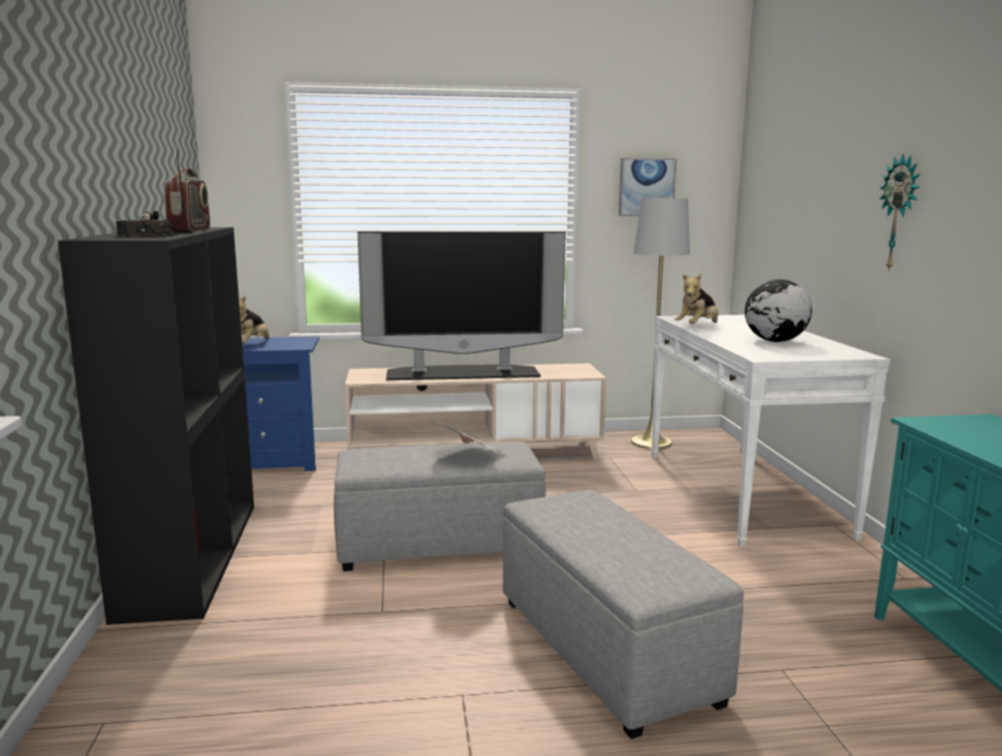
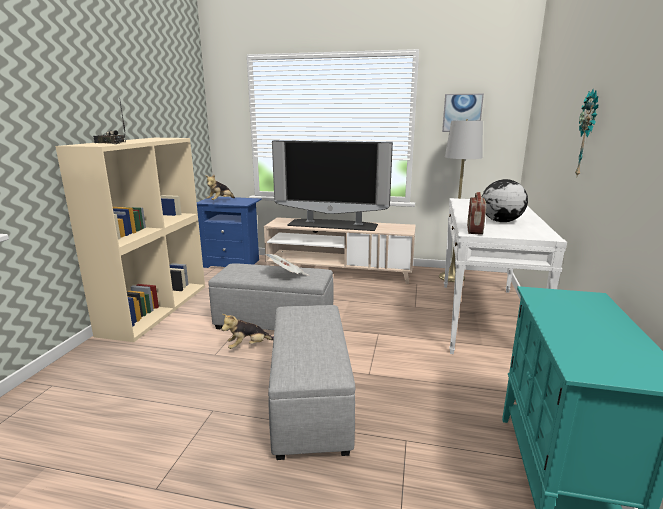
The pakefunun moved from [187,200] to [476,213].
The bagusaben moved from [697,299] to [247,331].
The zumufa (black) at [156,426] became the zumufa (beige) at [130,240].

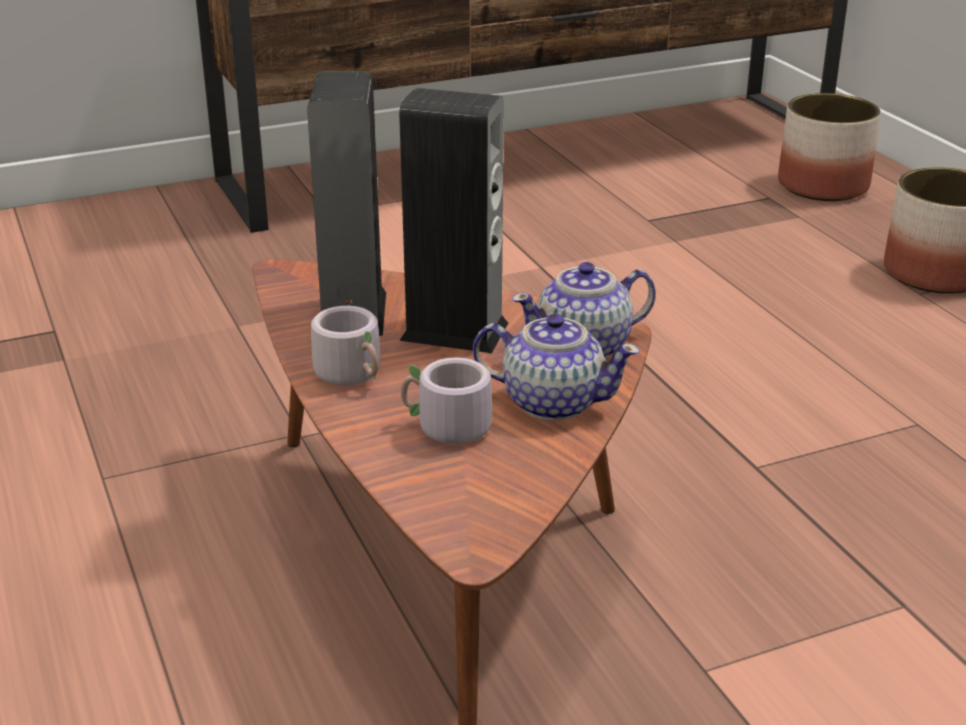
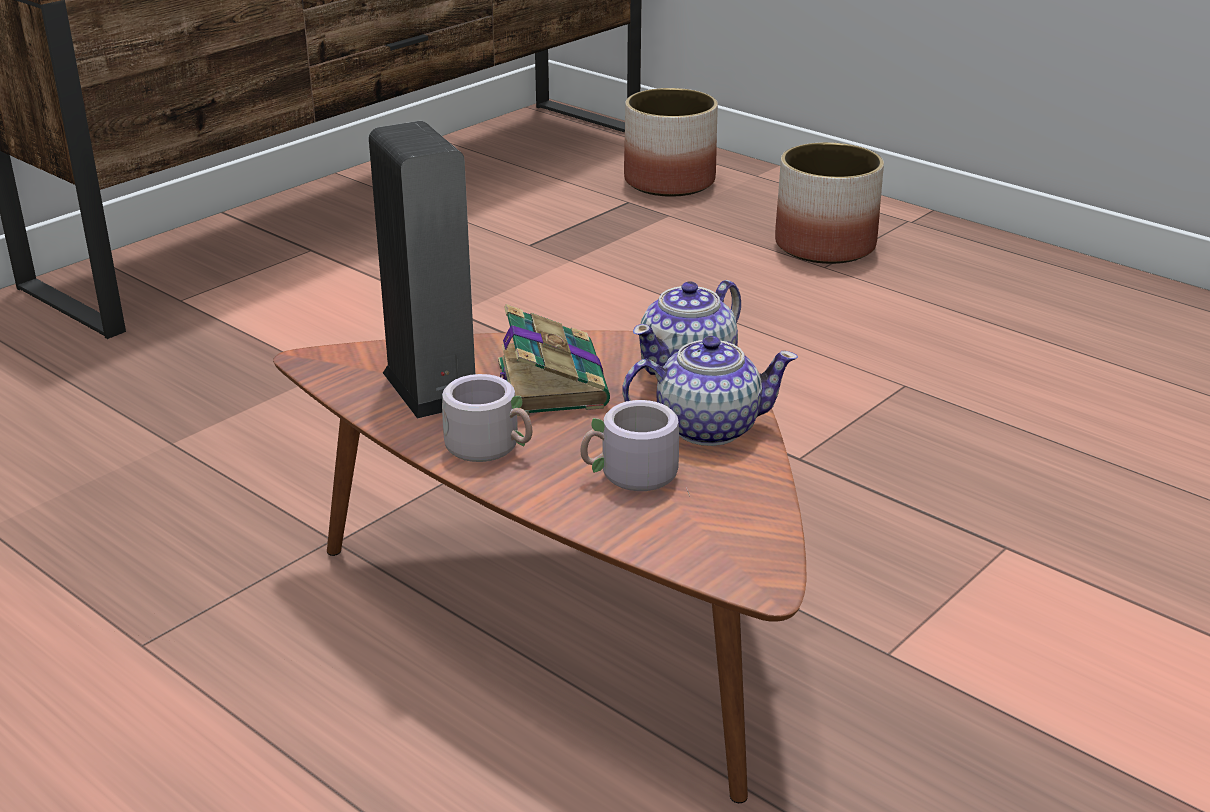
The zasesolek at [453,220] was replaced by the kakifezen at [554,360].

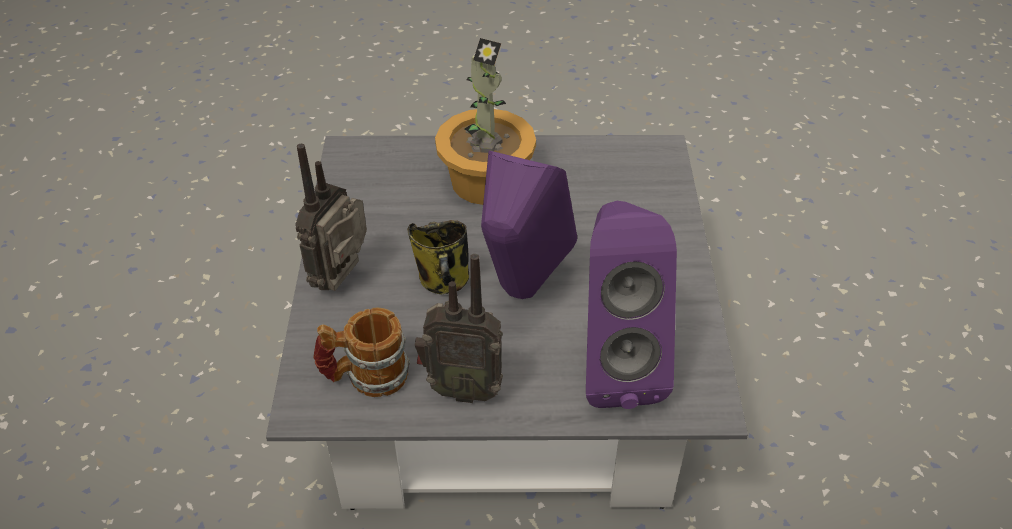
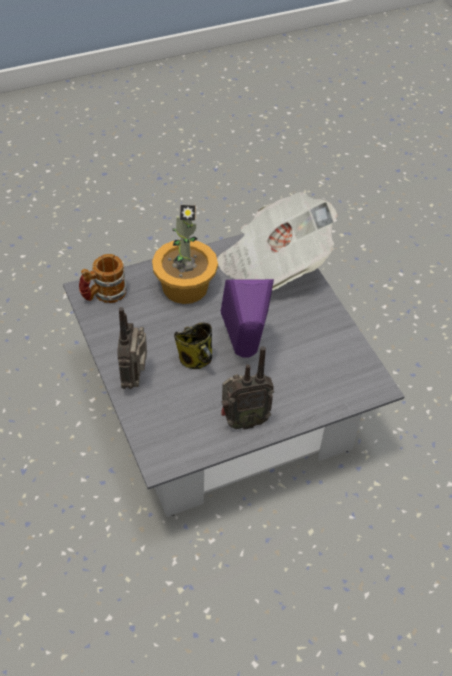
The zasesolek (purple) at [631,305] disappeared.
The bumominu at [277,241] appeared.
The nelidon moved from [362,352] to [103,278].

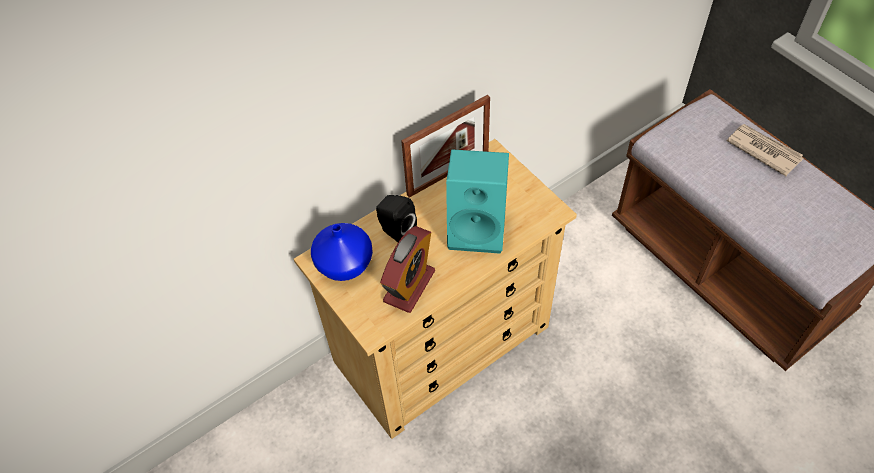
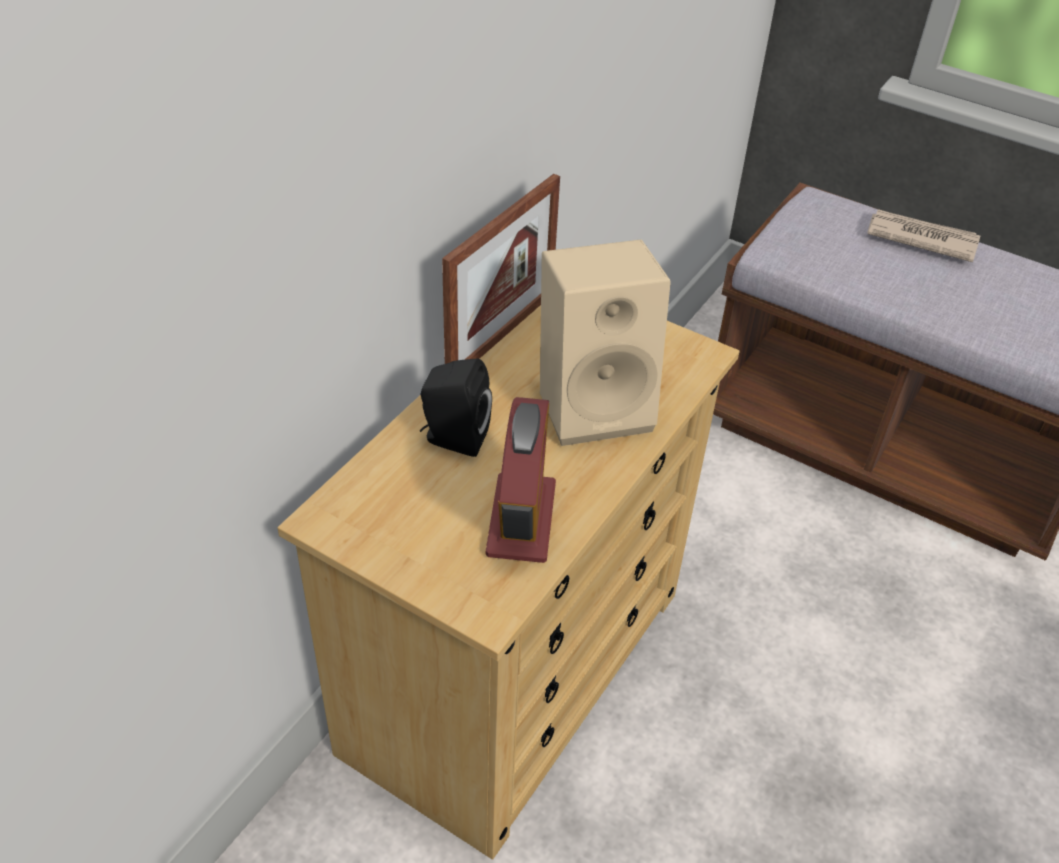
The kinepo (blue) at [342,252] disappeared.
The zasesolek (turquoise) at [477,201] became the zasesolek (beige) at [605,342].

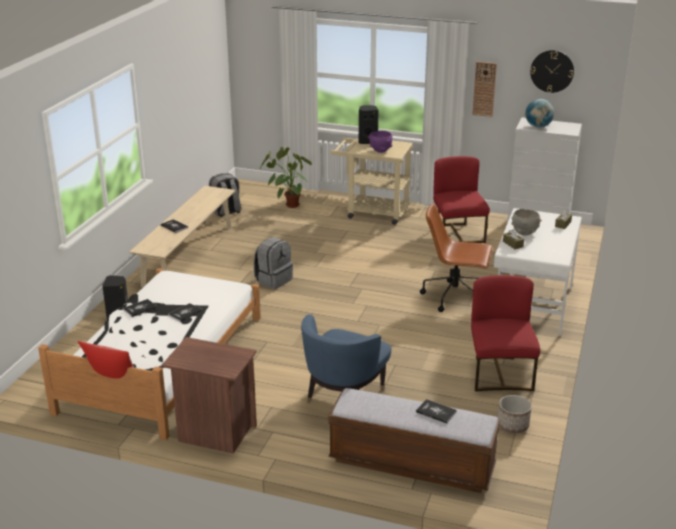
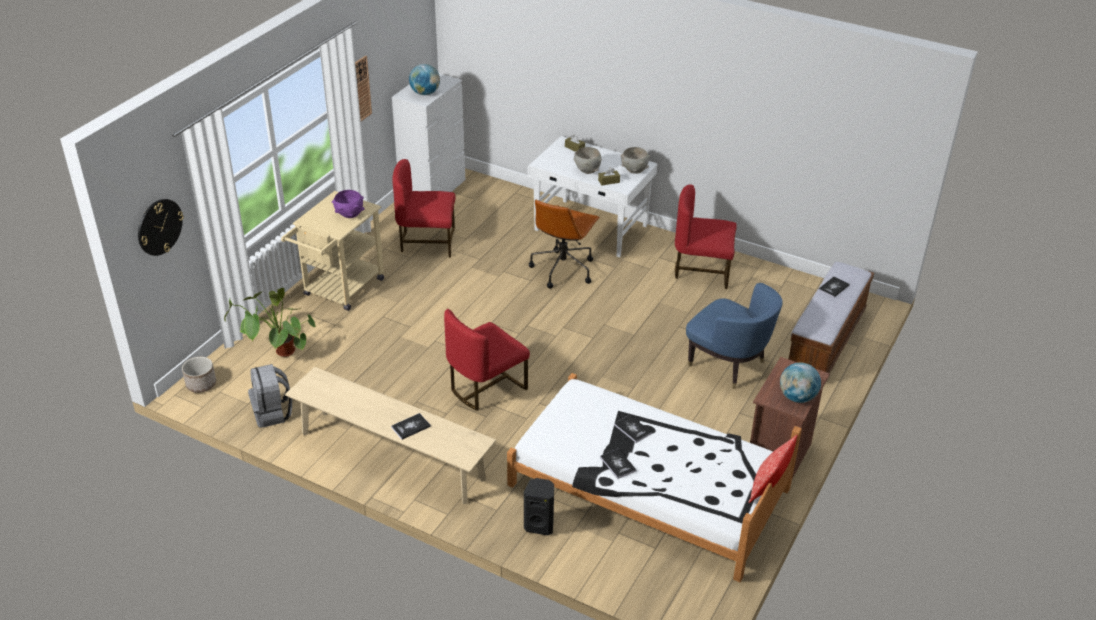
The zasesolek (black) at [369,124] disappeared.
The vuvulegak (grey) at [635,160] appeared.
The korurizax at [800,382] appeared.
The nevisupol moved from [515,414] to [199,375].
The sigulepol moved from [552,71] to [161,227].
The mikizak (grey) at [273,263] was replaced by the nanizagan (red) at [487,360].

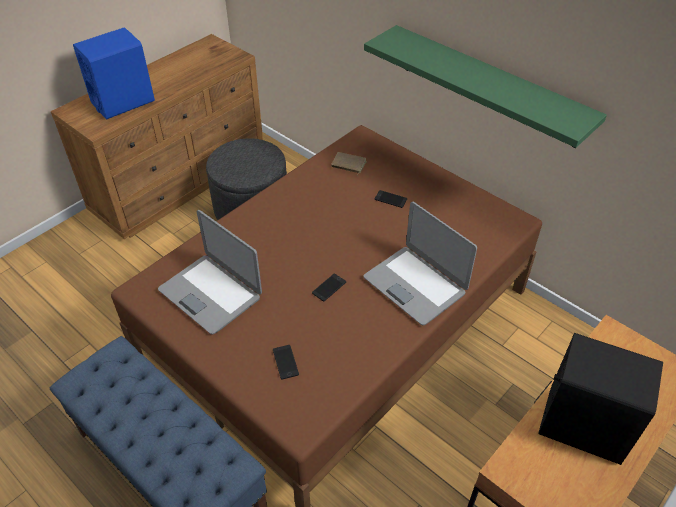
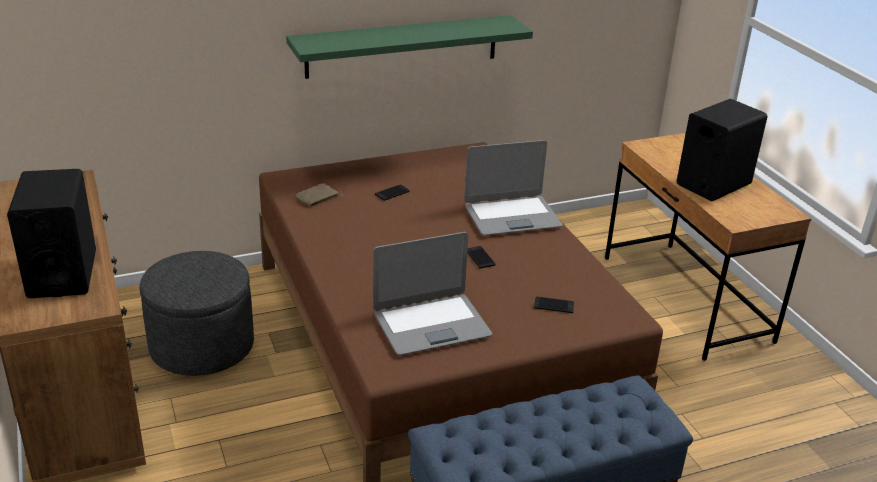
The zasesolek (blue) at [114,73] became the zasesolek (black) at [51,233].

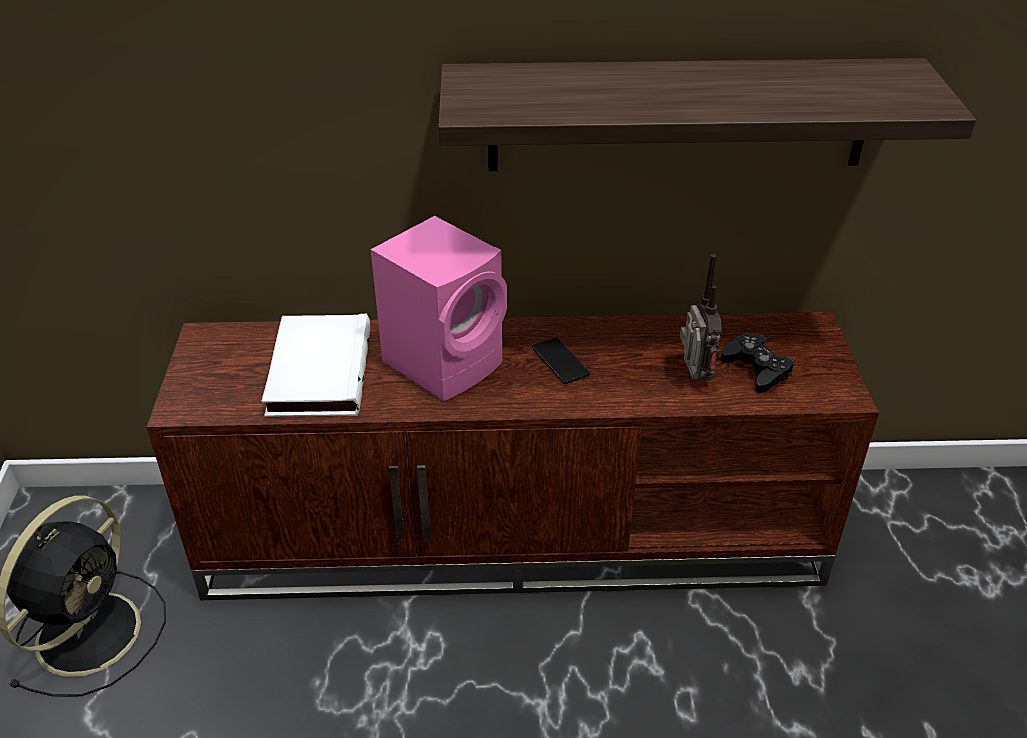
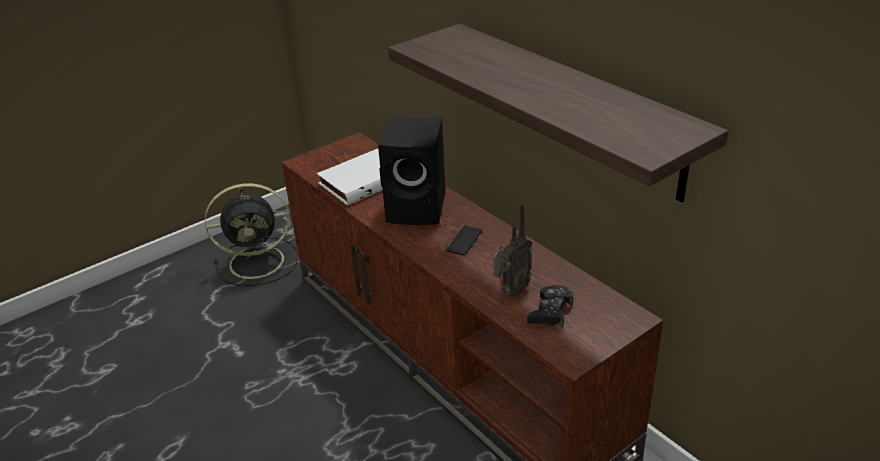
The zasesolek (pink) at [439,308] became the zasesolek (black) at [412,170].

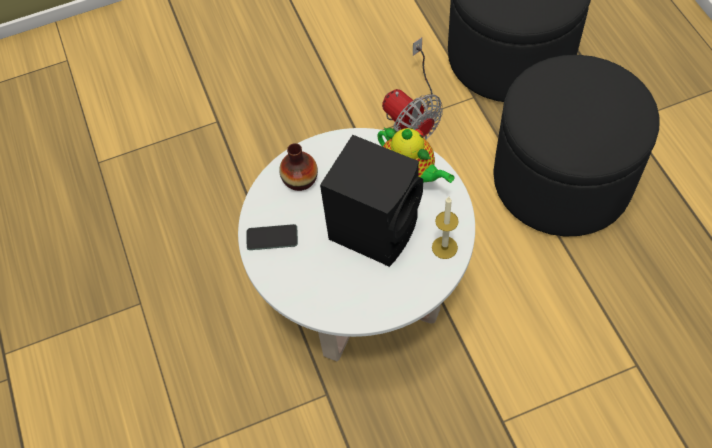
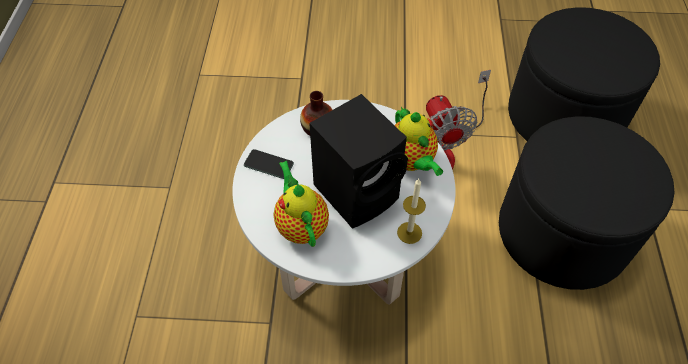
The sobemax at [301,204] appeared.

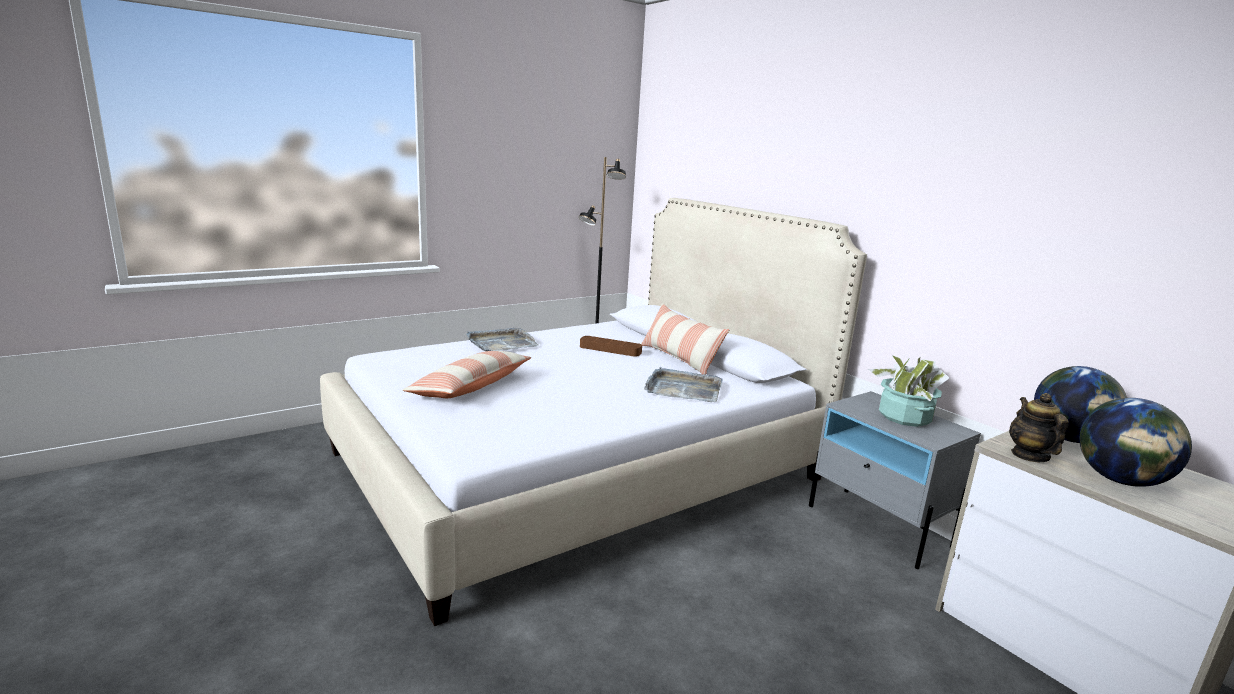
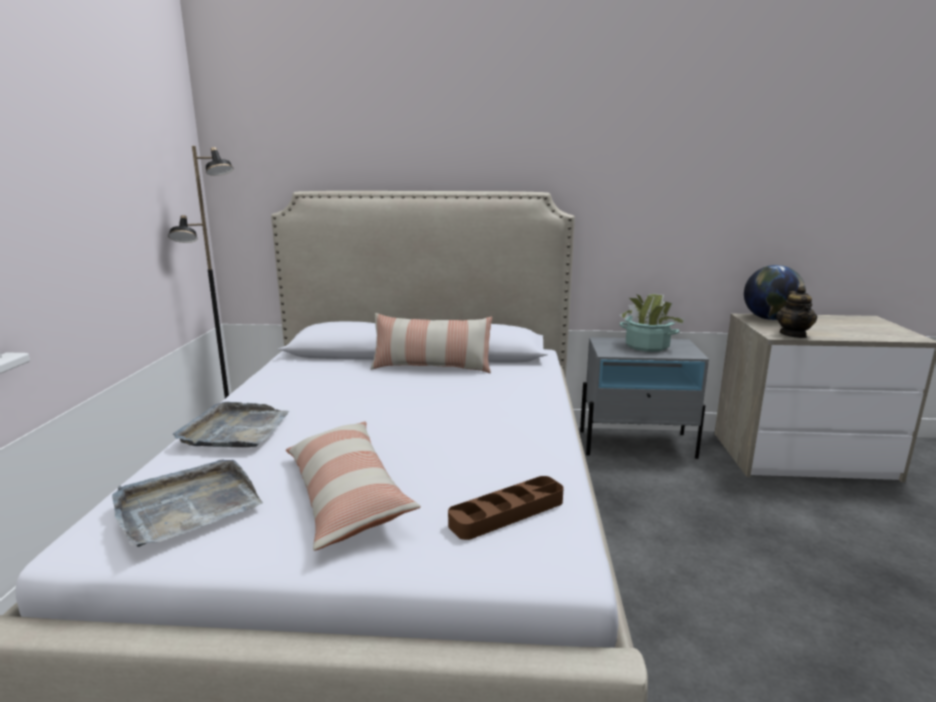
The korurizax at [1135,442] disappeared.
The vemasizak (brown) moved from [611,346] to [506,508].
The vemasizak (grey) moved from [683,384] to [187,503].
The sobemax at [1039,427] turned 120 degrees counterclockwise.

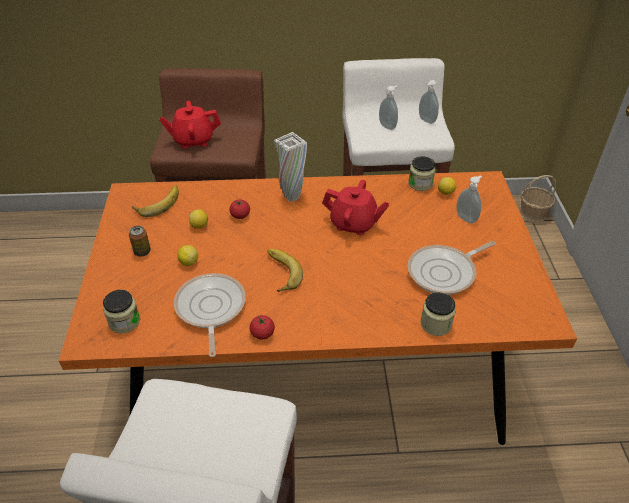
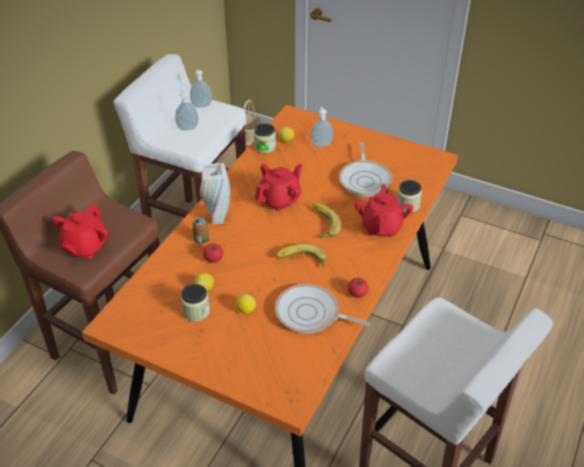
The sobemax (red) at [384,210] appeared.
The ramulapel moved from [121,311] to [195,303].
The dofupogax moved from [140,241] to [200,230].
The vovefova moved from [155,201] to [327,220].

